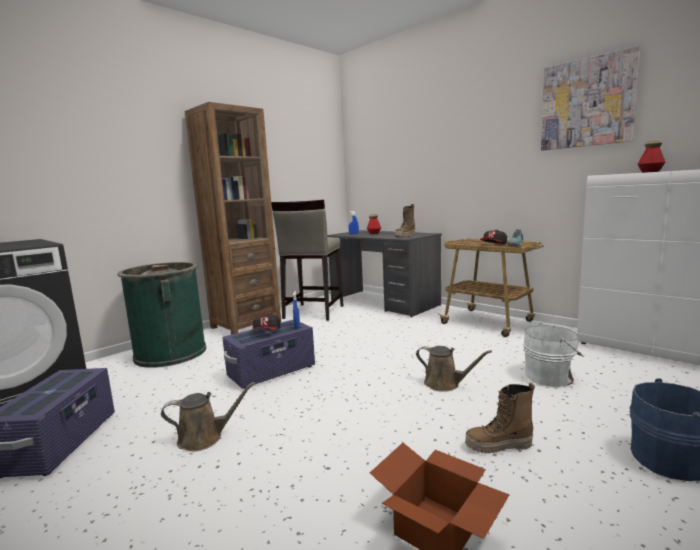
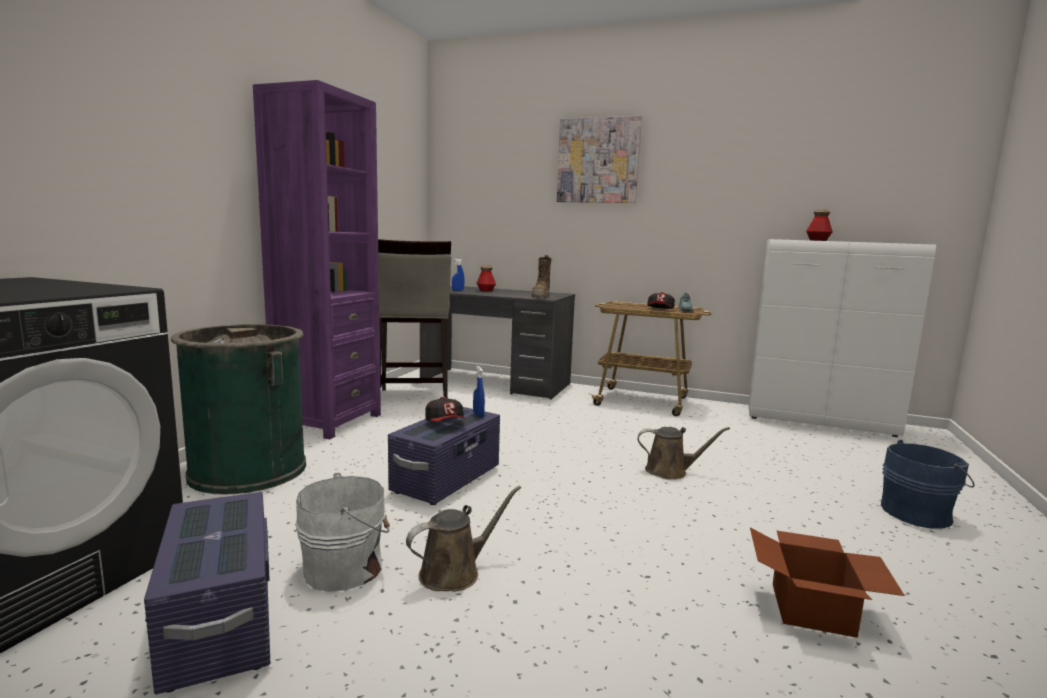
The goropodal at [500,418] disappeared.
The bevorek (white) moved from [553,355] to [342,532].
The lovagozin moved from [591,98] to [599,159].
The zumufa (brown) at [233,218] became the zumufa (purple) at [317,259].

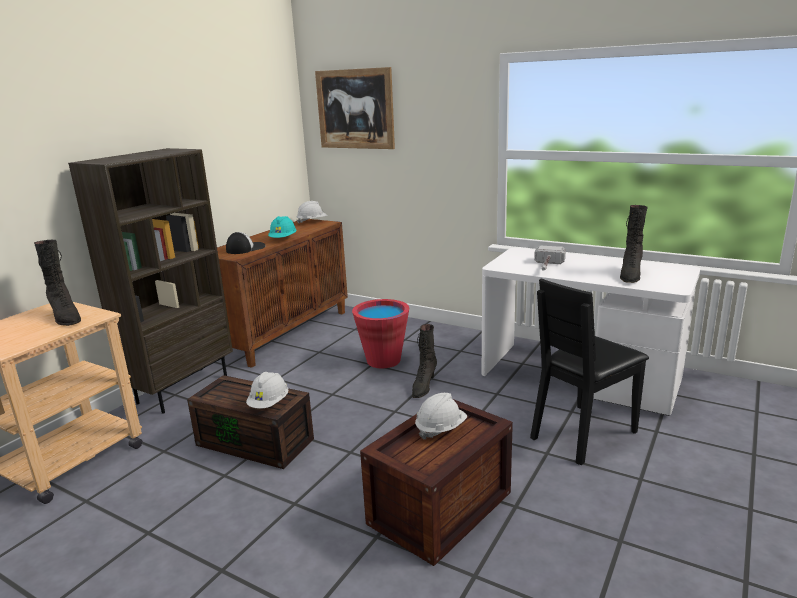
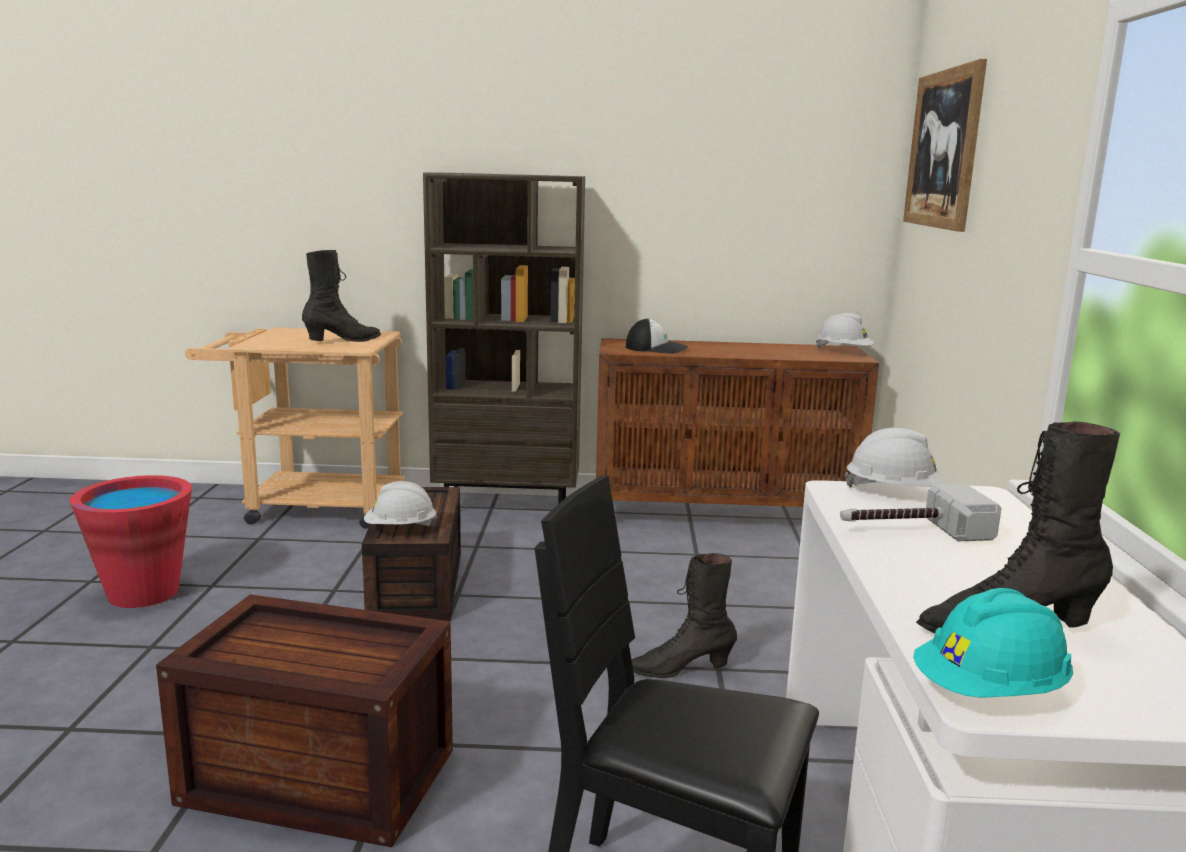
The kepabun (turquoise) moved from [282,227] to [993,643].
The bevorek (red) moved from [380,333] to [131,541].
The kepabun (white) moved from [441,416] to [895,458].
The goropodal (black) at [57,283] turned 150 degrees counterclockwise.

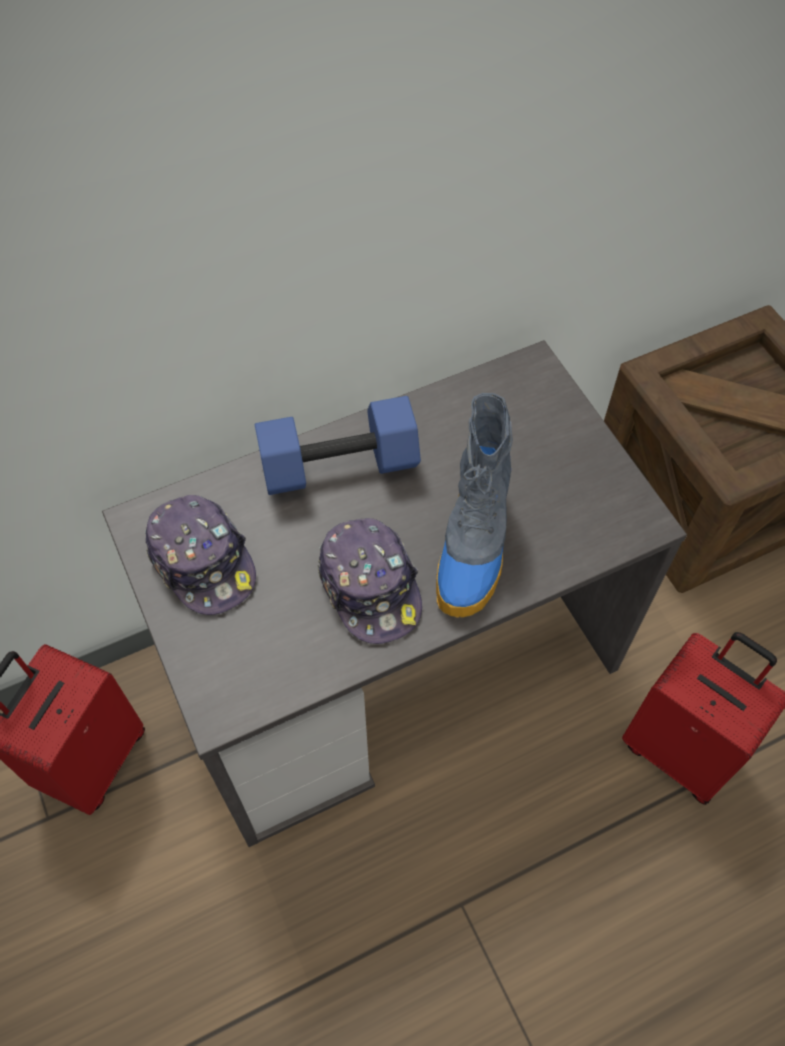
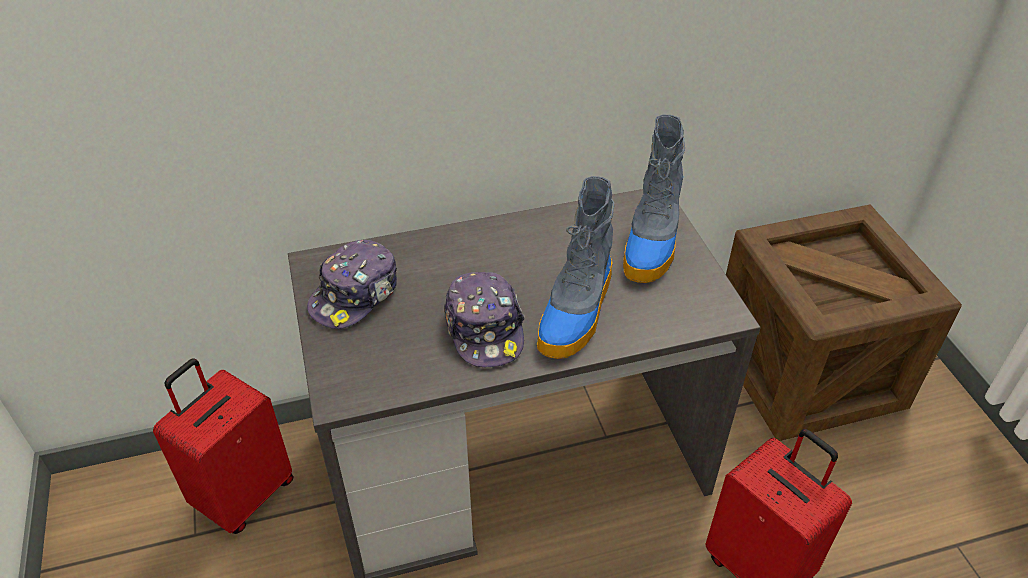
The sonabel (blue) at [337,445] disappeared.
The goropodal at [654,199] appeared.
The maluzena at [200,555] turned 60 degrees clockwise.

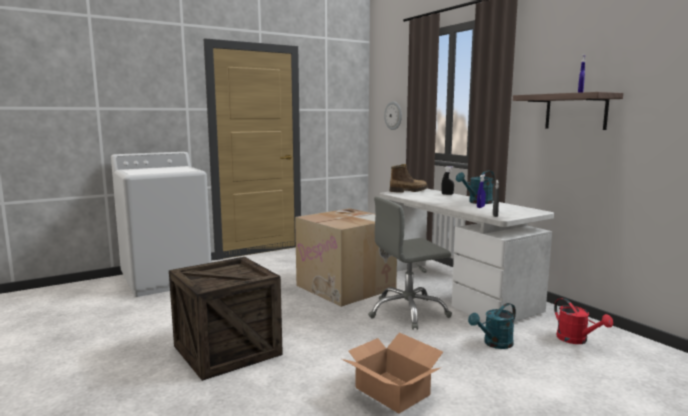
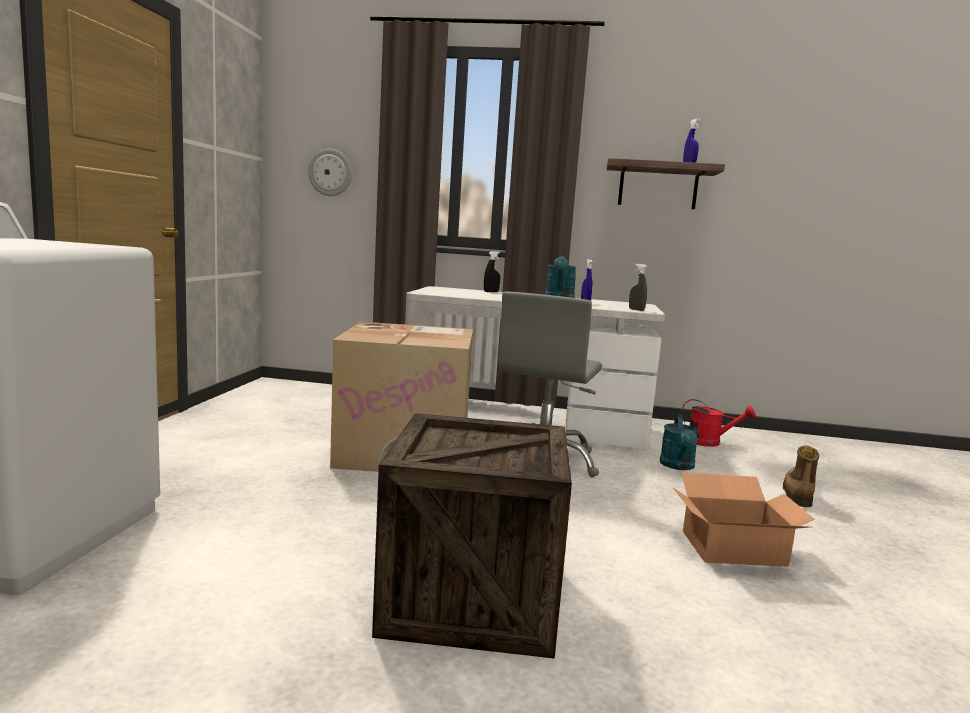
The goropodal moved from [409,178] to [801,476].

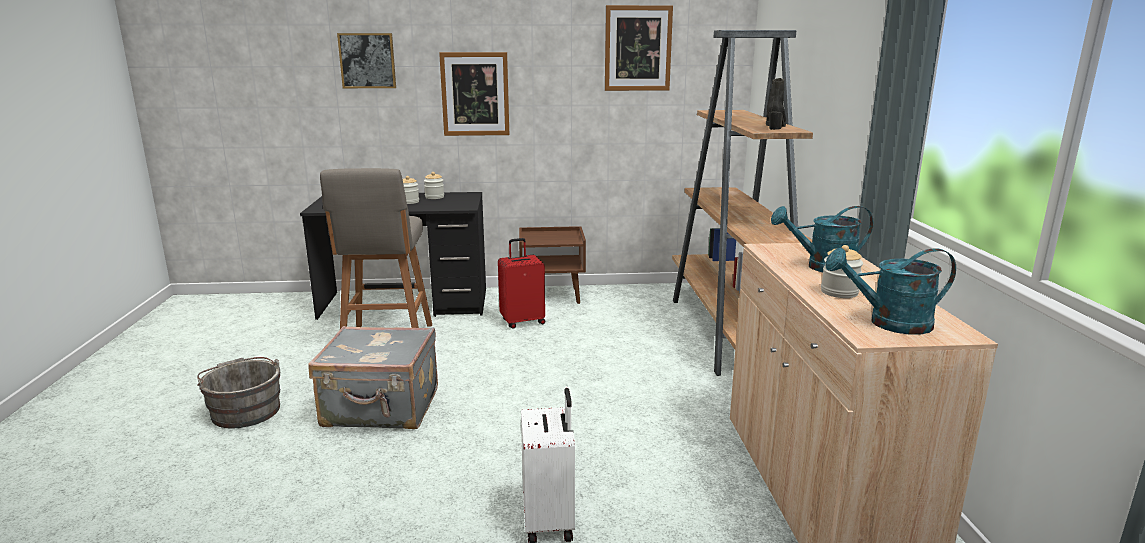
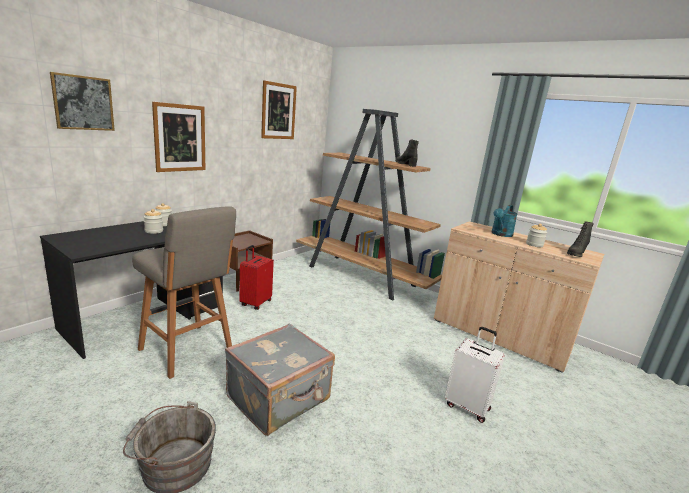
The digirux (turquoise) at [890,291] was replaced by the goropodal (black) at [580,239].

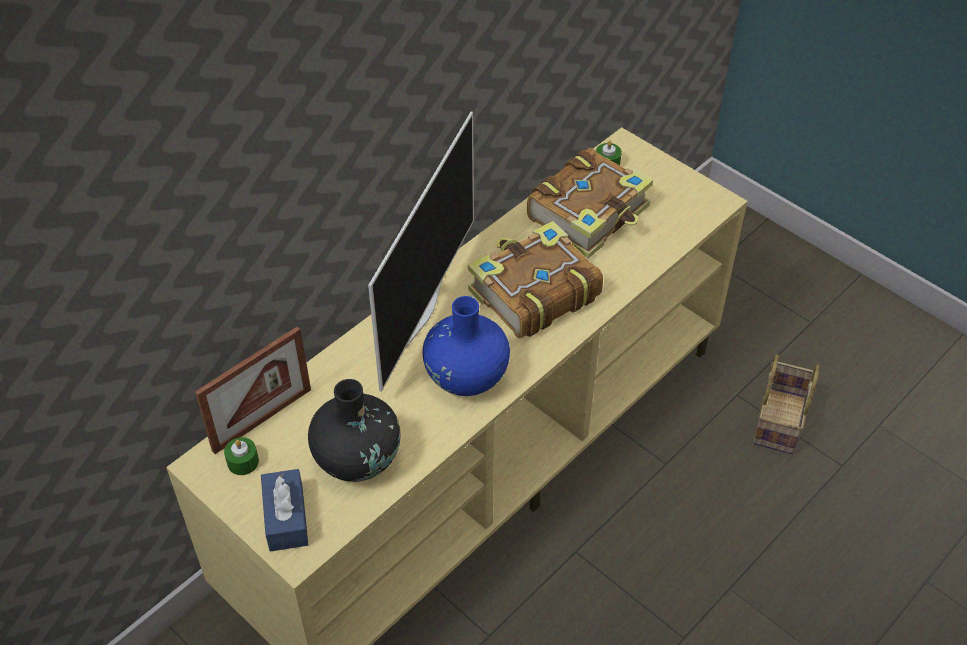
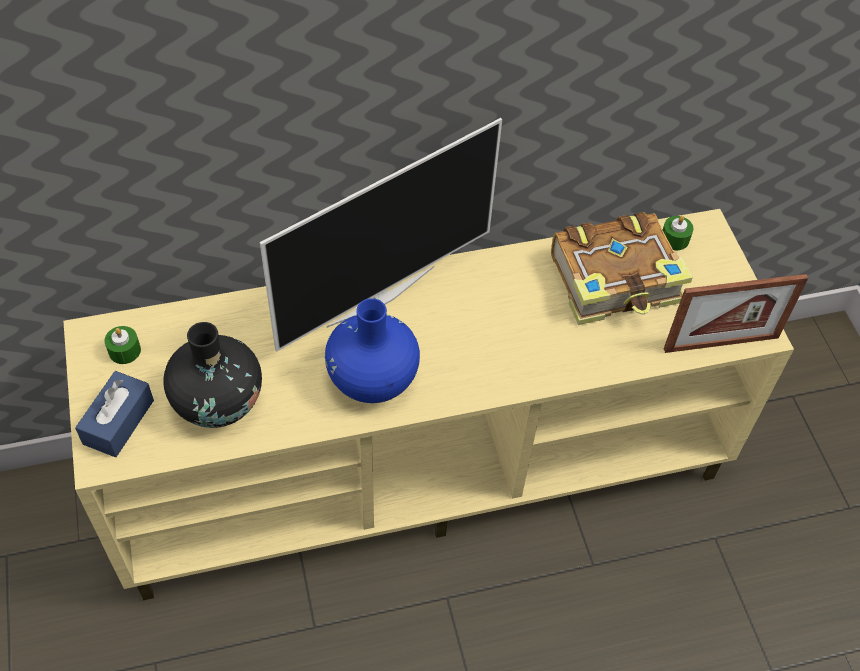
The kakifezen at [535,279] disappeared.
The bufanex at [786,404] disappeared.
The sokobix moved from [253,390] to [736,313].

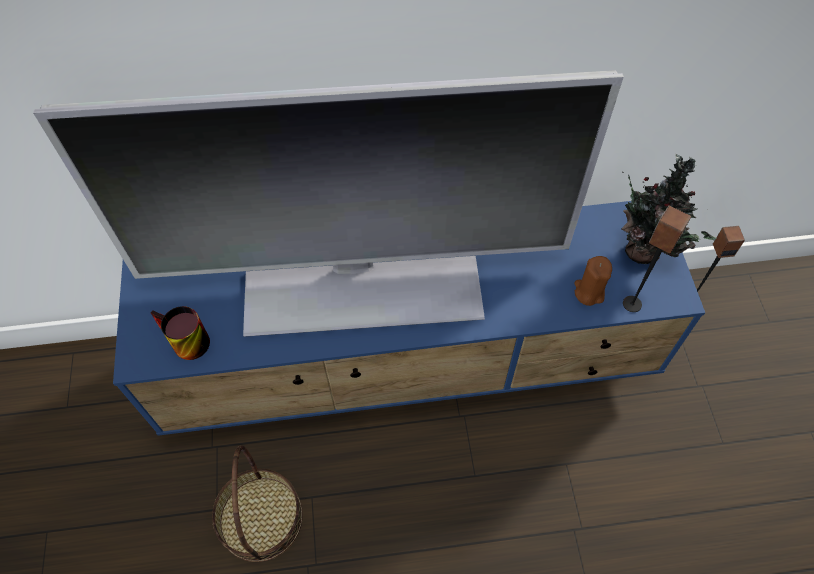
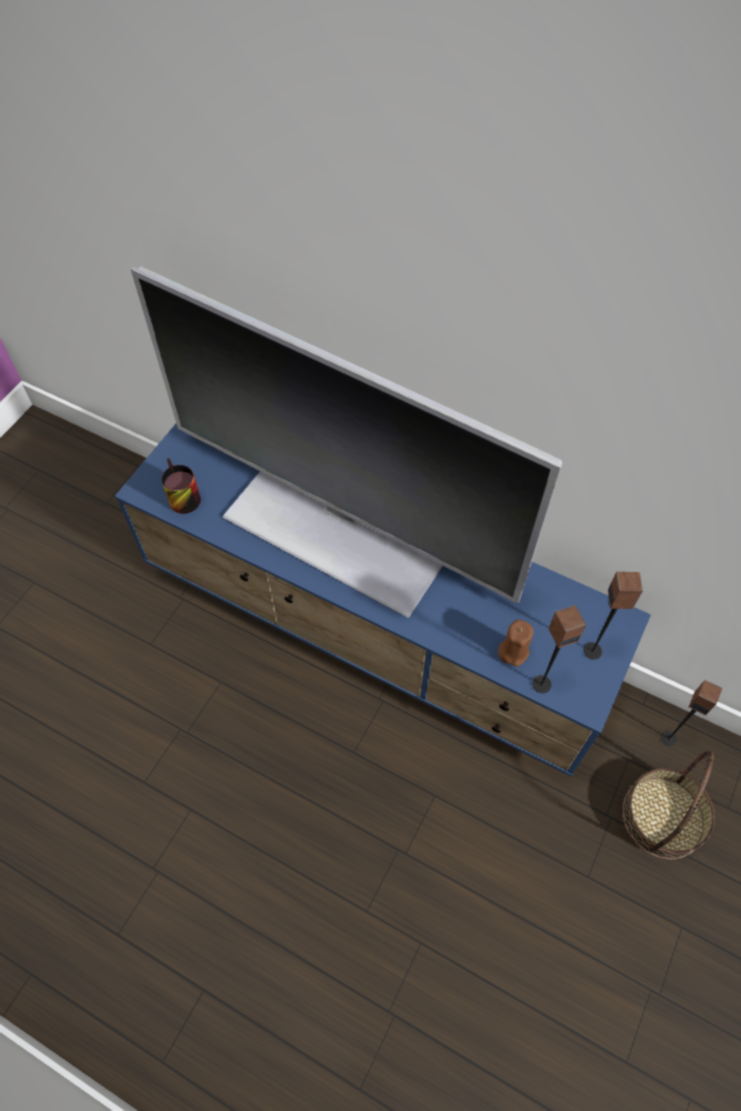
The bufanex moved from [257,503] to [668,805].
The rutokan at [669,209] was replaced by the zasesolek at [613,616].

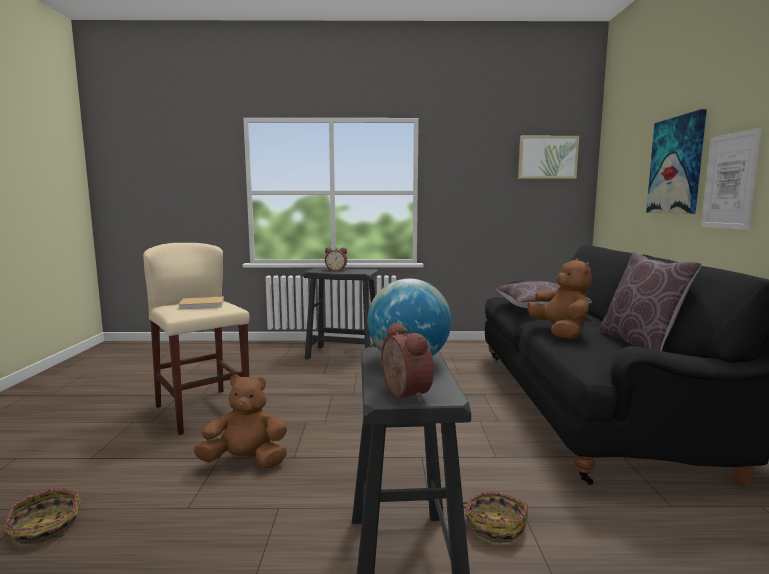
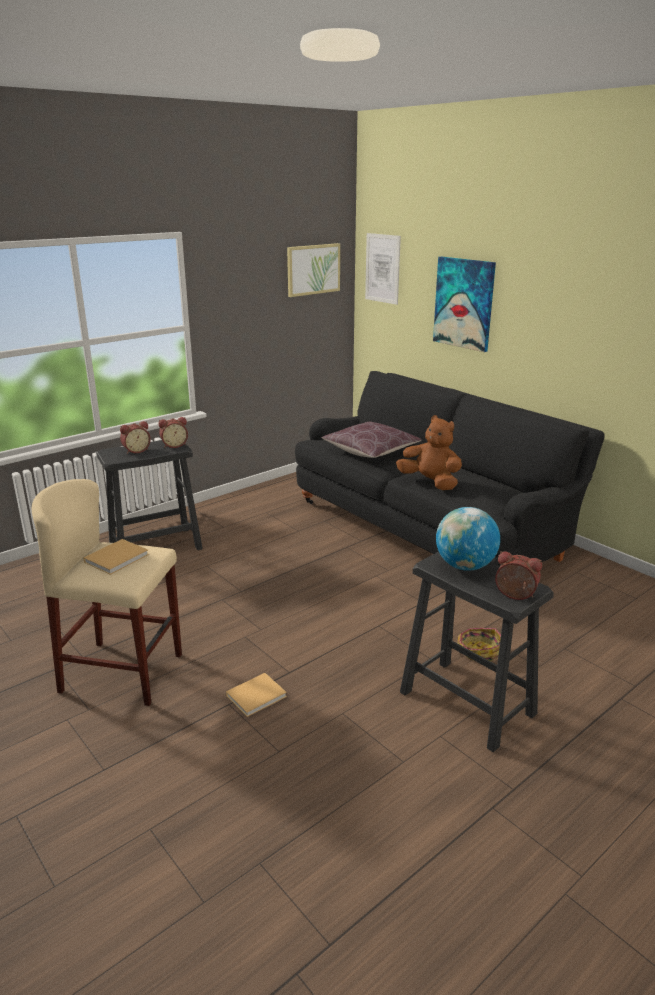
The bufanex at [42,516] disappeared.
The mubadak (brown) at [650,301] disappeared.
The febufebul at [173,432] appeared.
The lovagozin moved from [731,179] to [383,269].
The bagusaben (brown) at [240,421] was replaced by the kakifezen (beige) at [256,695].

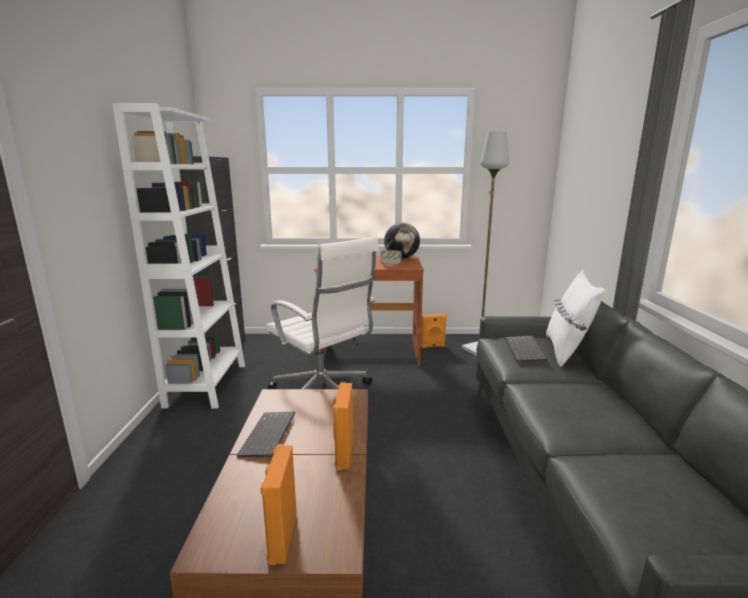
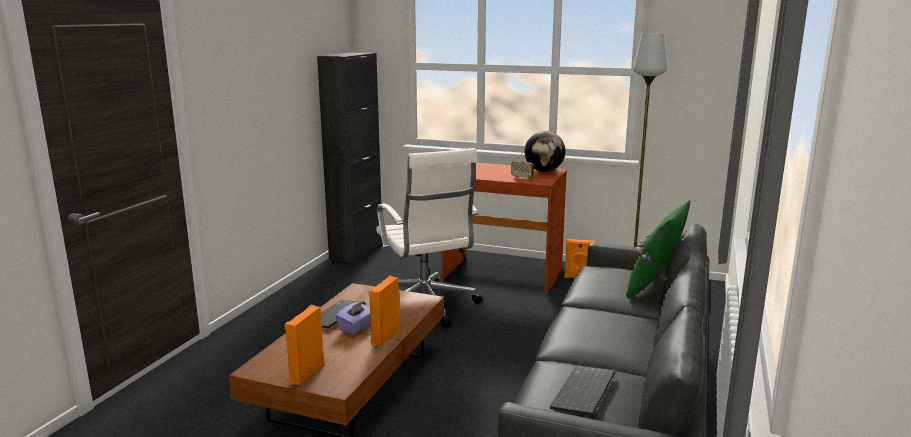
The zumufa (white) at [178,256] disappeared.
The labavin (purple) at [353,318] appeared.
The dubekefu moved from [526,349] to [582,390].
The mubadak (white) at [575,318] became the mubadak (green) at [658,249].

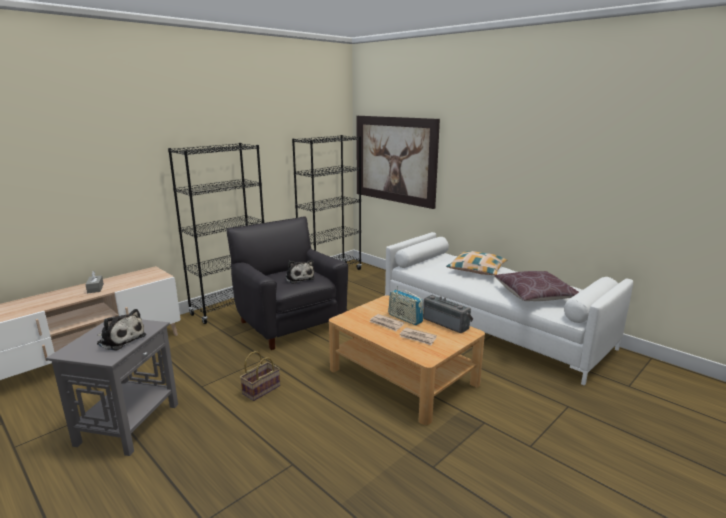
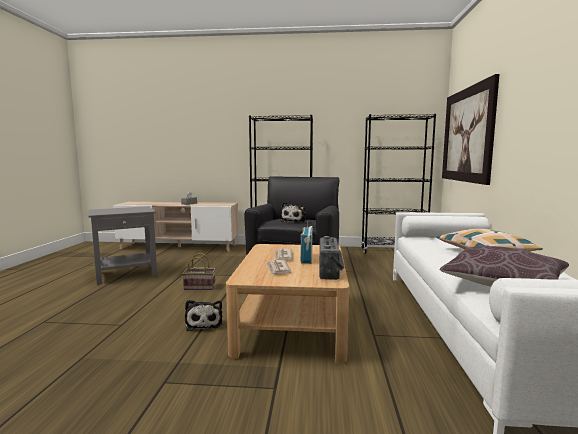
The bagusaben moved from [121,329] to [203,315].

